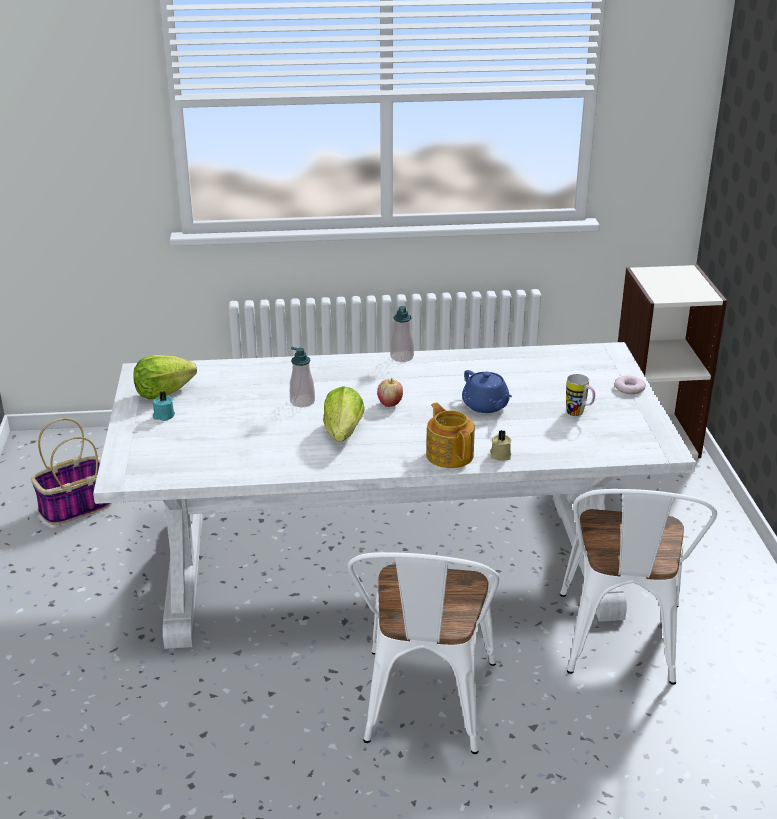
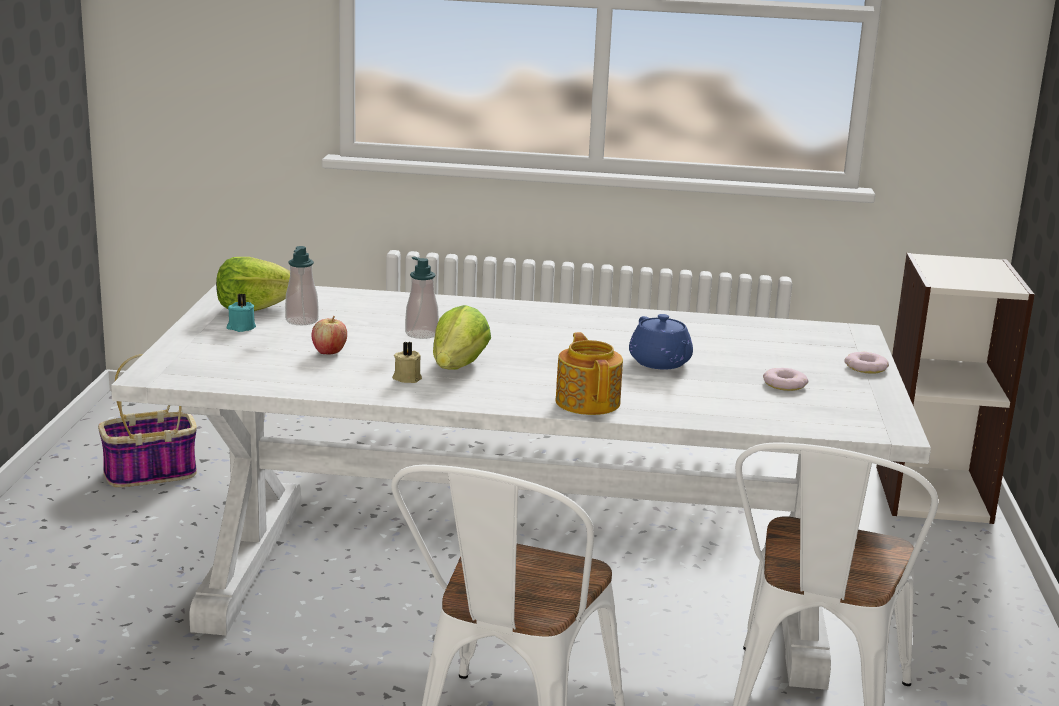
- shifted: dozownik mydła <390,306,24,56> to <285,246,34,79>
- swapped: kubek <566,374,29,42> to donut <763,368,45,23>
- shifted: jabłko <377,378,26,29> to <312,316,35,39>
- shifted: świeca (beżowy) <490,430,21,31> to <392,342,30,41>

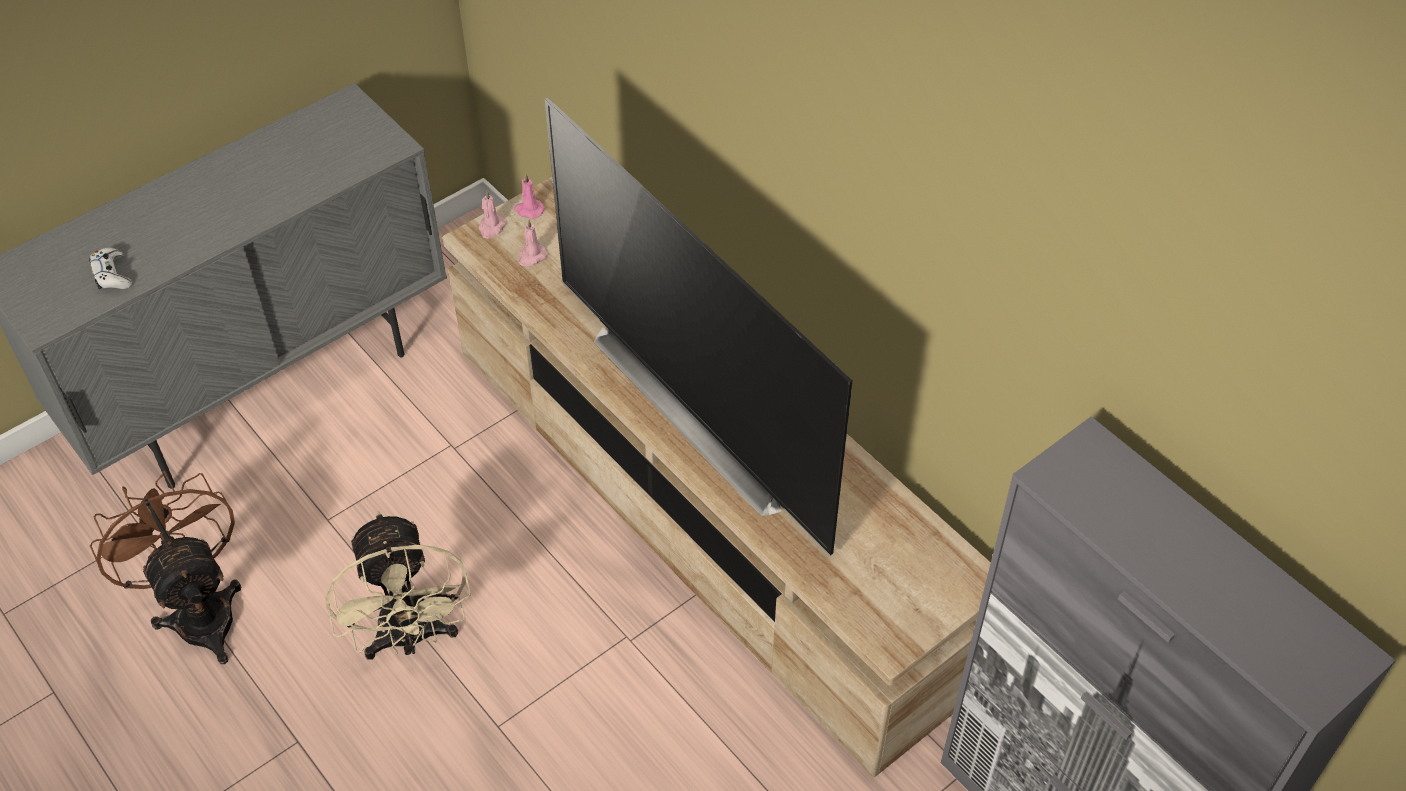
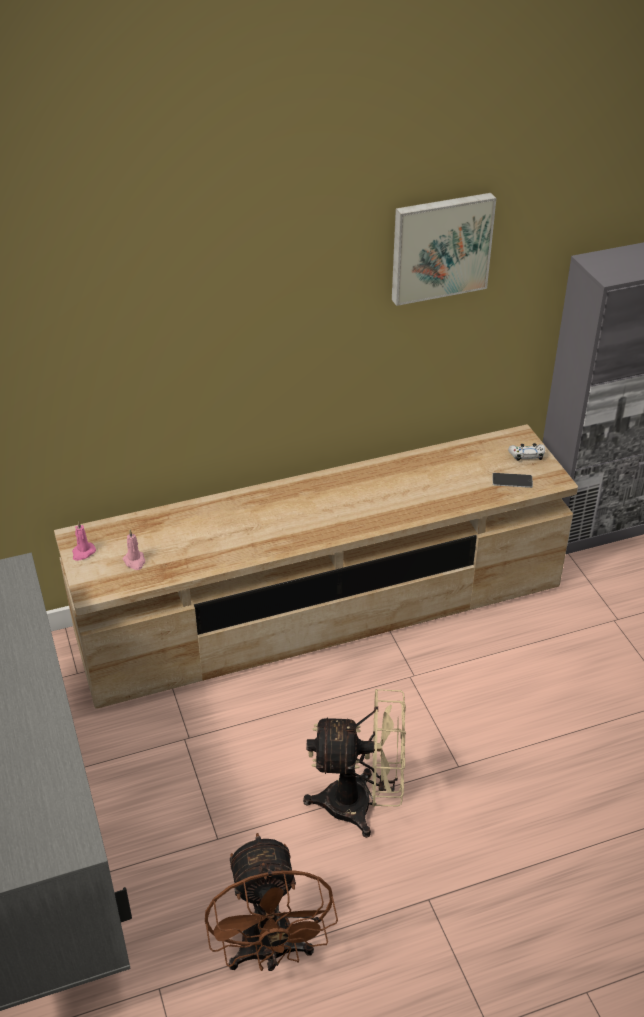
- gone: telewizor <545,97,308,459>
- gone: świeca (różowy) <479,191,27,47>
- shifted: pad do gier (biały) <89,248,43,42> to <508,443,37,18>
- rotated: wentylator (brązowy) <90,471,151,193> = <205,833,133,138> 90 degrees counterclockwise
- new: obraz <392,193,104,113>
- new: telefon <492,473,41,15>

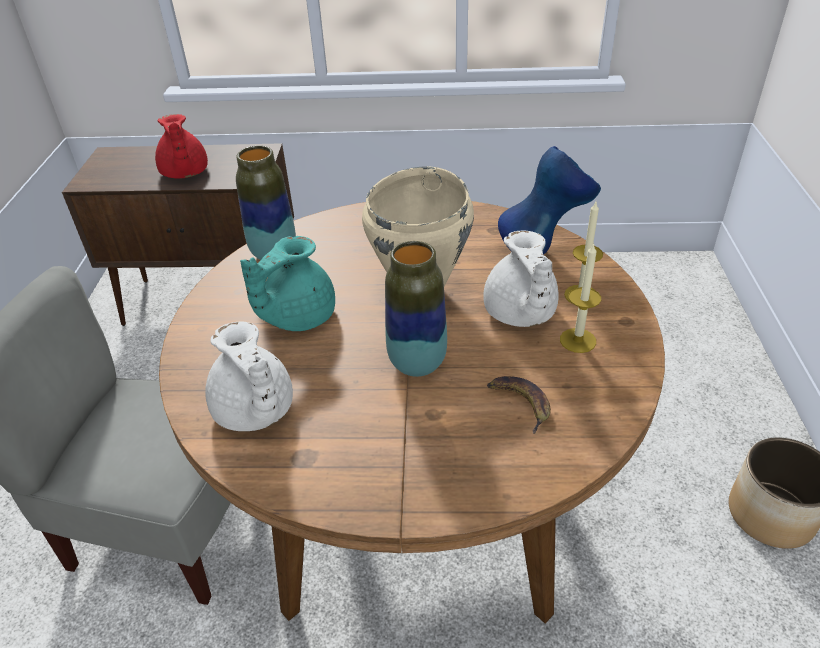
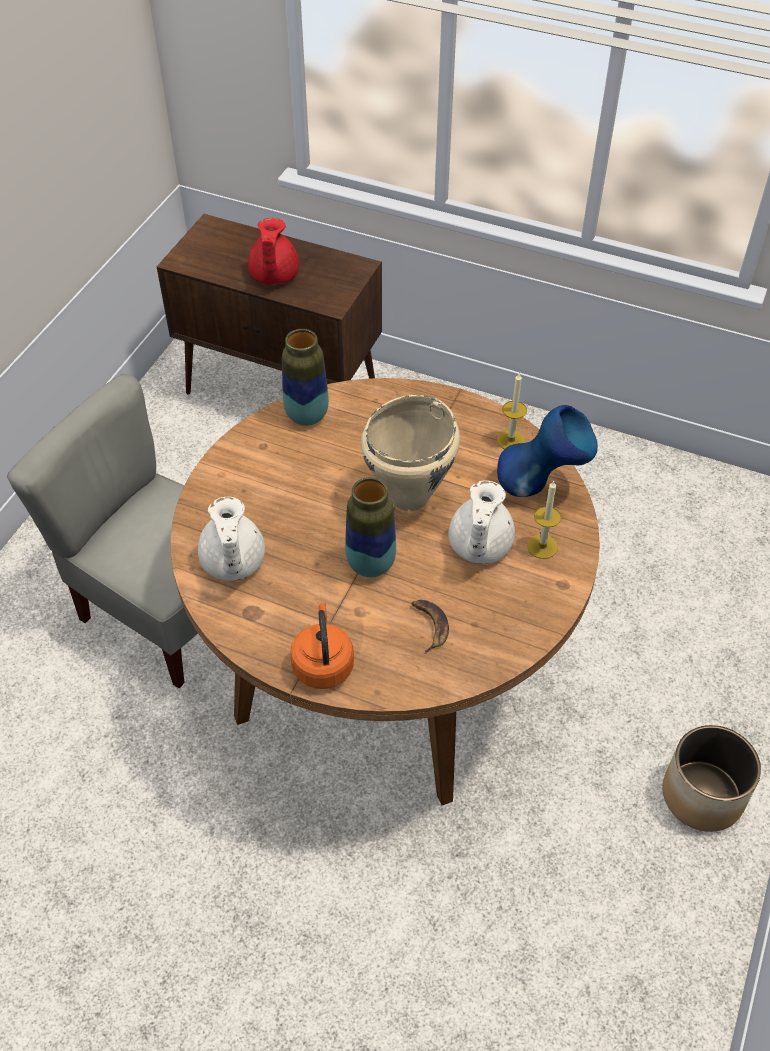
- gone: imbryk (turkusowy) <240,236,95,95>
- shifted: świeca <560,242,41,111> to <497,373,30,76>
- new: czajnik (pomarańczowy) <290,603,64,86>

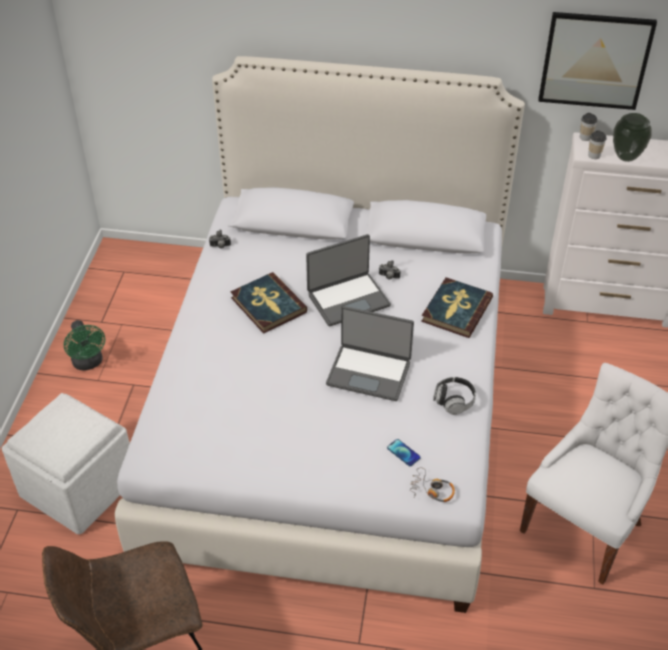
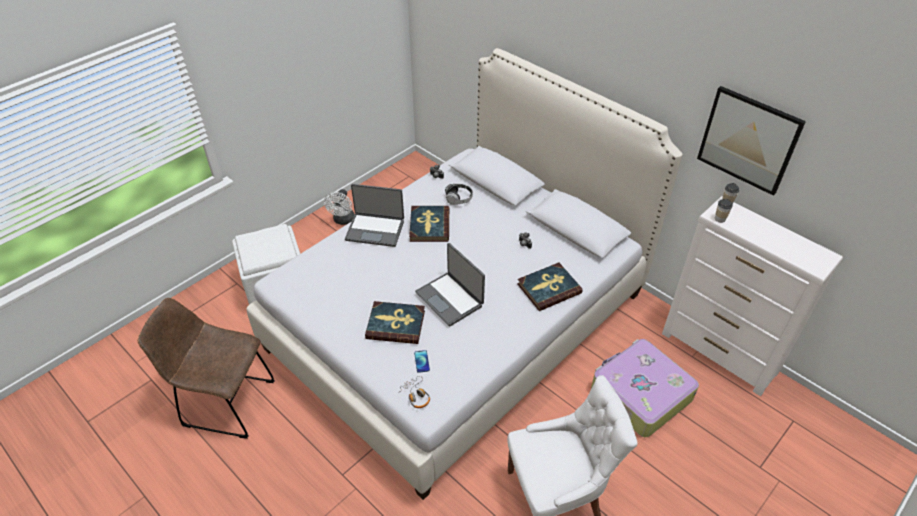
- gone: wazon <613,113,39,49>
- shifted: laptop <306,234,85,92> to <345,184,59,63>
- repainted: wentylator (zielony) <64,320,41,51> to wentylator (biały) <324,189,31,36>
- shifted: słuchawki <433,377,43,38> to <445,184,28,21>
- new: książka <365,301,60,43>
- new: walizka <591,339,108,98>

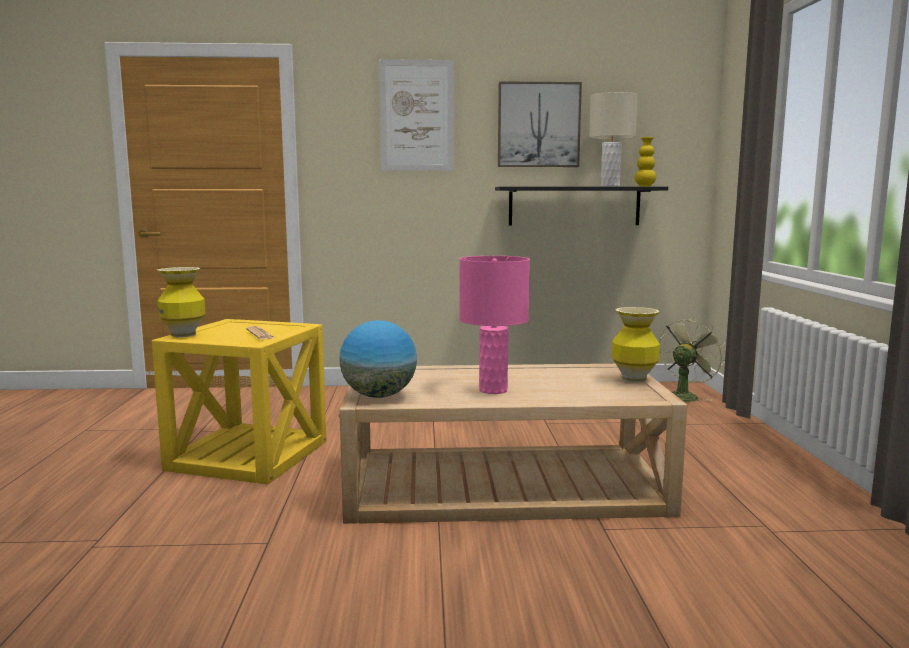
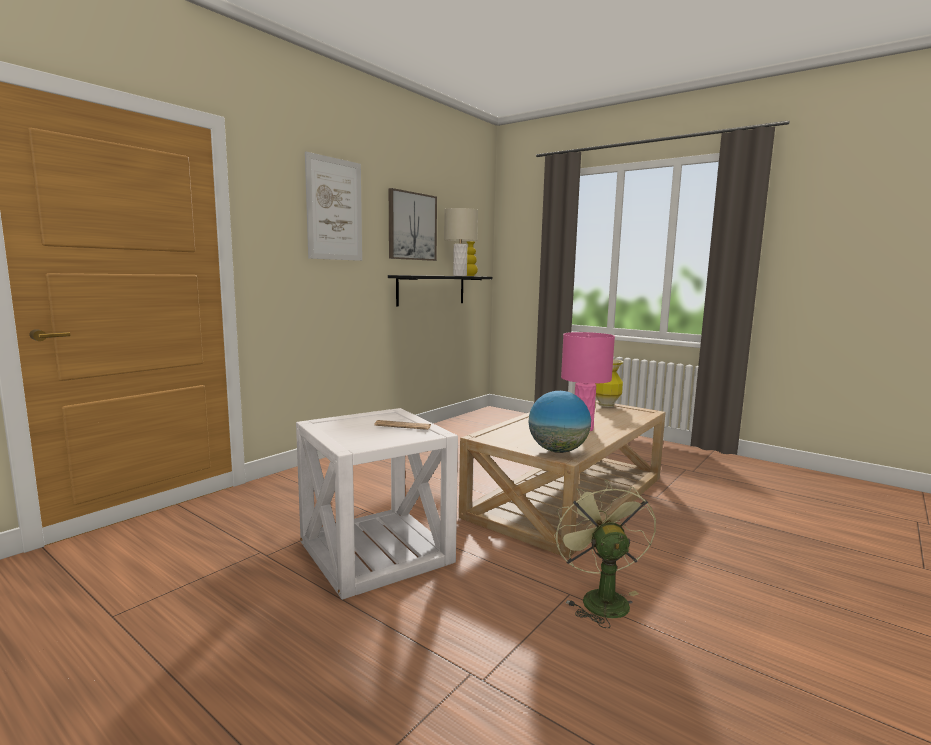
- gone: wazon <157,267,48,70>
- shifted: wentylator (zielony) <659,317,66,85> to <554,480,102,148>
- repainted: stolik (żółty) <152,319,174,165> to stolik (biały) <296,408,162,192>

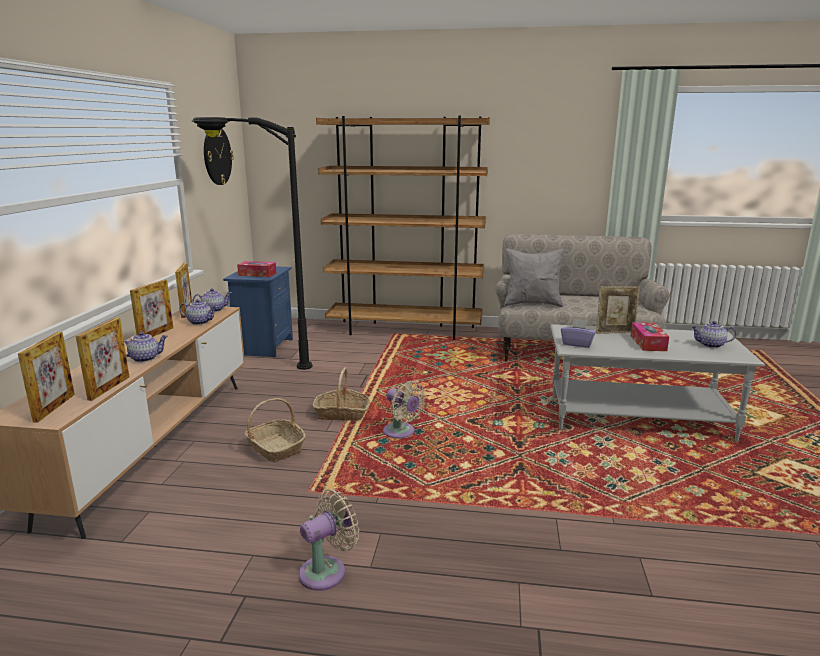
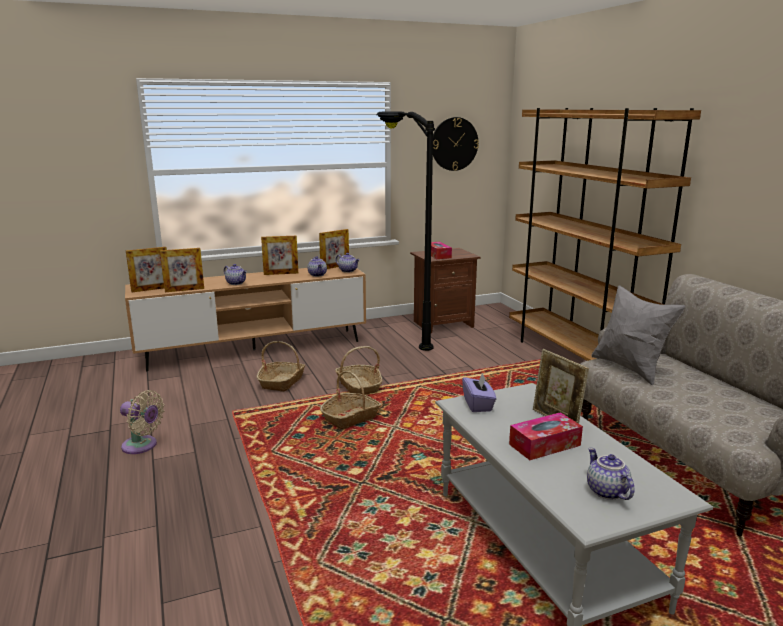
- repainted: szafka nocna (niebieski) <223,266,70,92> to szafka nocna (brązowy) <410,248,70,85>
- swapped: wentylator (beżowy) <383,381,43,58> to koszyk <320,371,61,58>

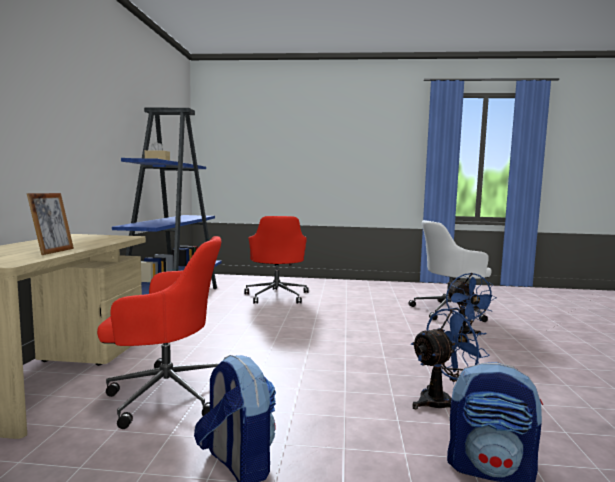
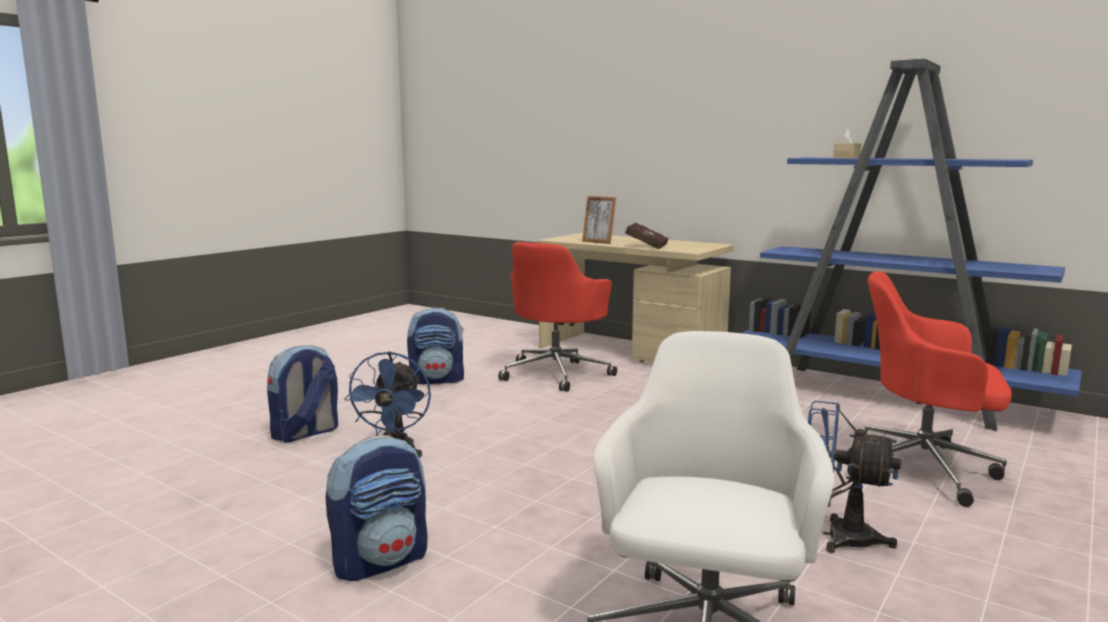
- shifted: wentylator (niebieski) <446,273,51,61> to <808,401,93,152>
- new: książka (czerwony) <625,223,44,26>
- new: plecak <326,435,102,146>

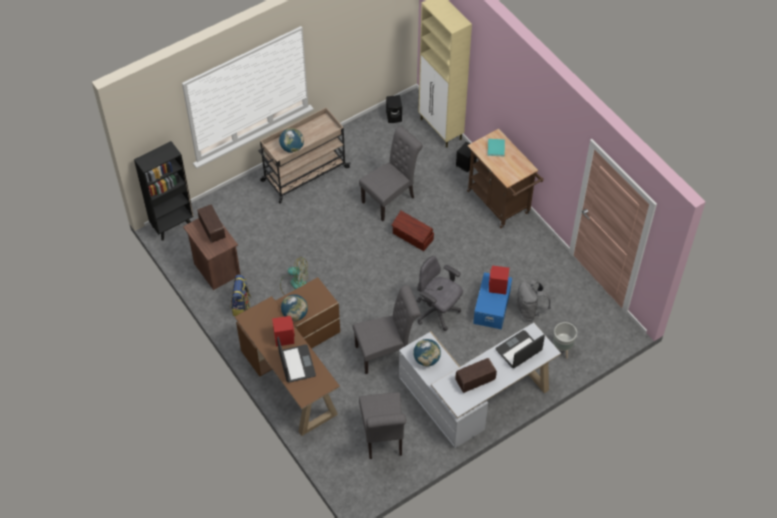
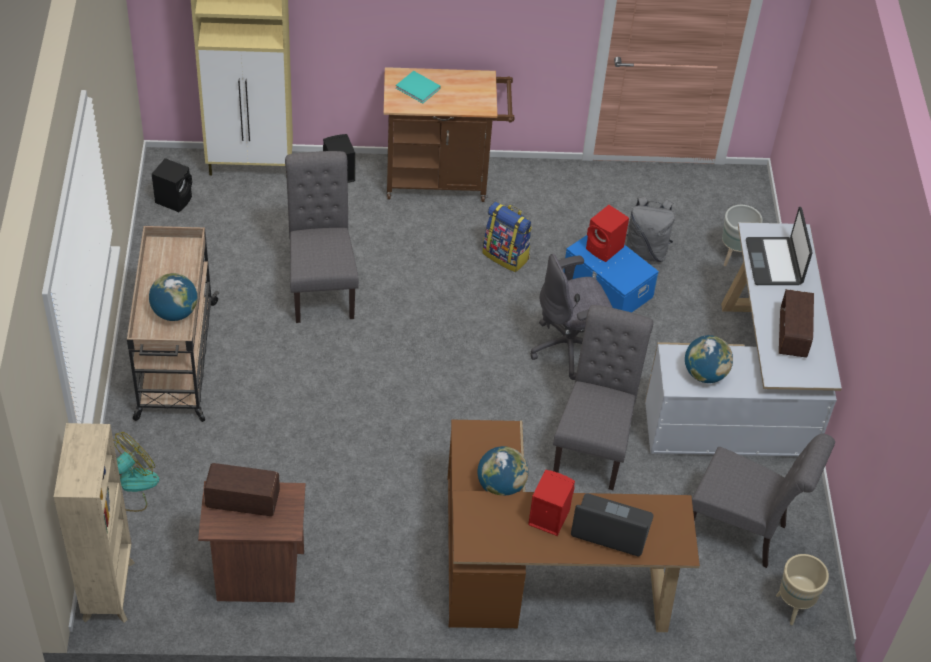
- repainted: regał (czarny) <134,141,60,99> to regał (beżowy) <54,423,81,200>
- gone: pojemnik do przechowywania (brązowy) <392,211,42,40>
- shifted: wentylator <280,257,28,38> to <114,432,46,80>
- shifted: plecak <231,275,21,41> to <483,202,49,70>
- new: donica (beżowy) <776,554,53,71>

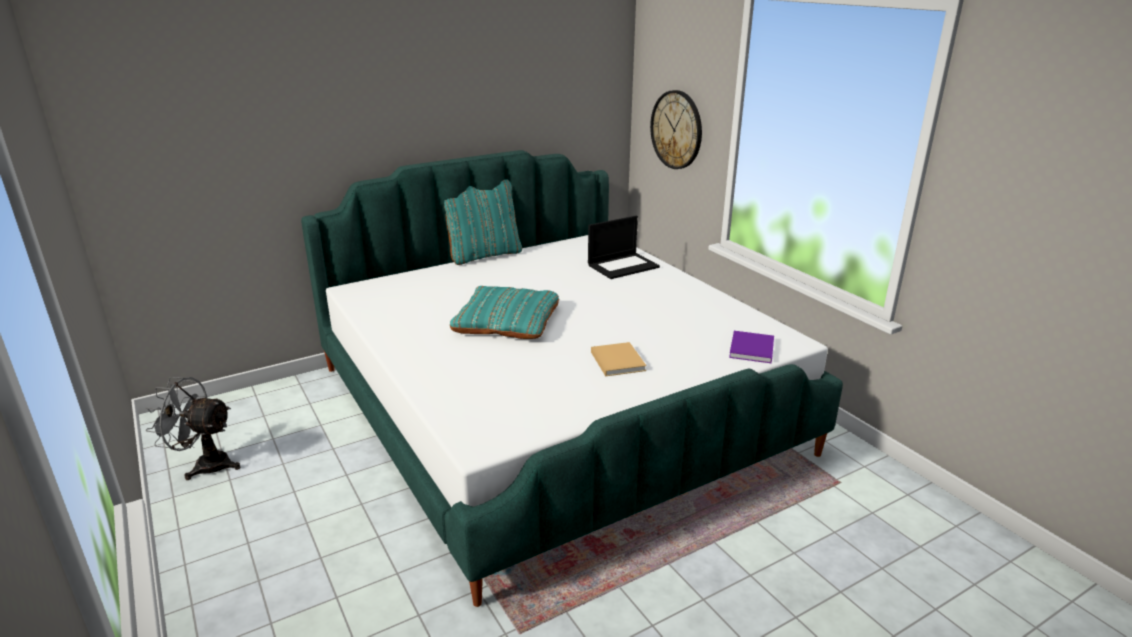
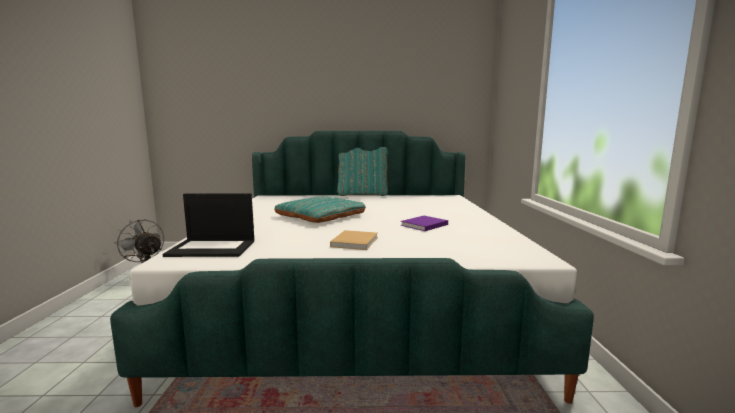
- gone: zegar ścienny <650,90,52,79>
- shifted: laptop <588,216,72,63> to <163,193,91,64>
- shifted: książka (fioletowy) <729,331,45,32> to <401,216,47,15>

